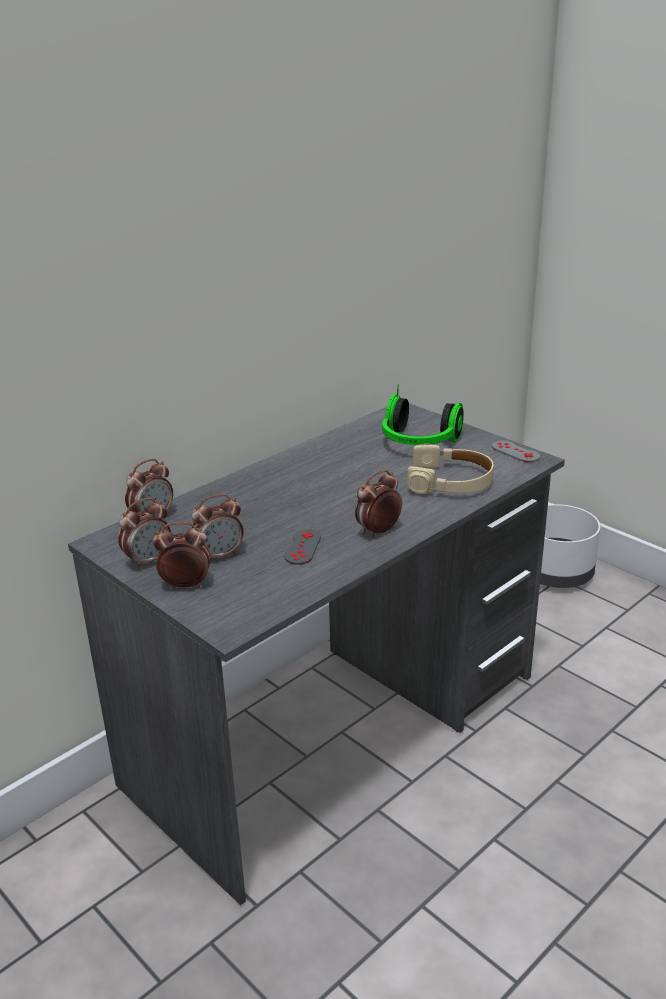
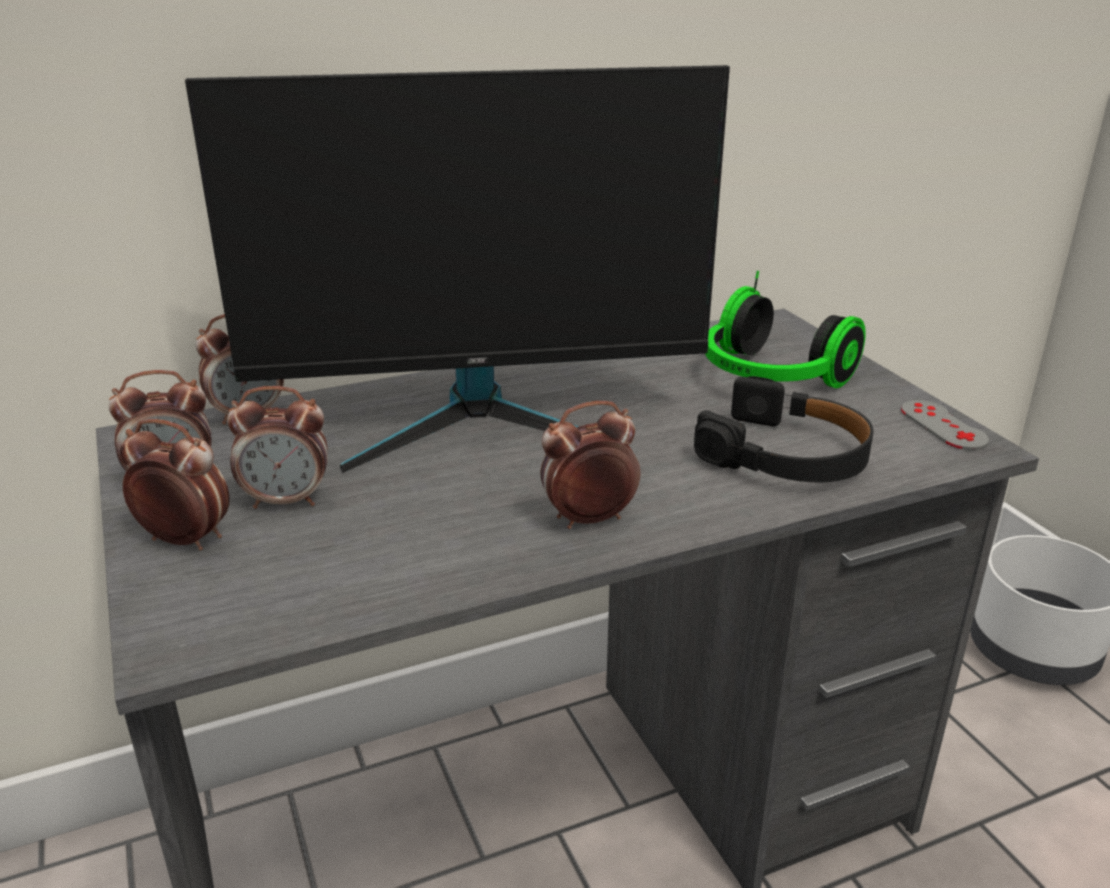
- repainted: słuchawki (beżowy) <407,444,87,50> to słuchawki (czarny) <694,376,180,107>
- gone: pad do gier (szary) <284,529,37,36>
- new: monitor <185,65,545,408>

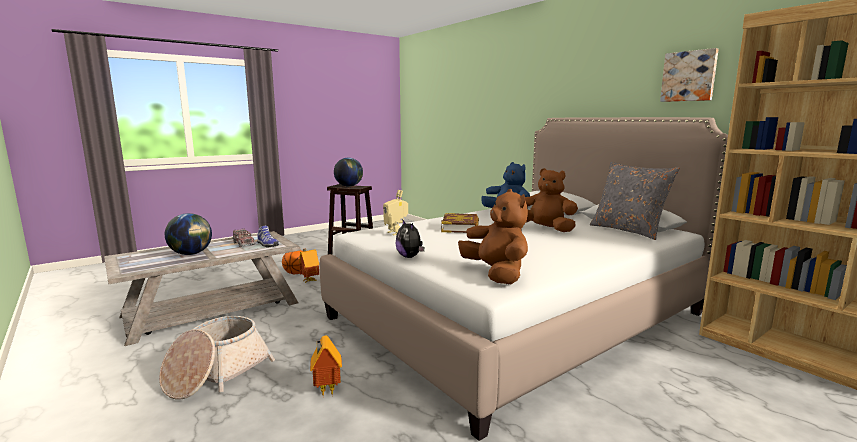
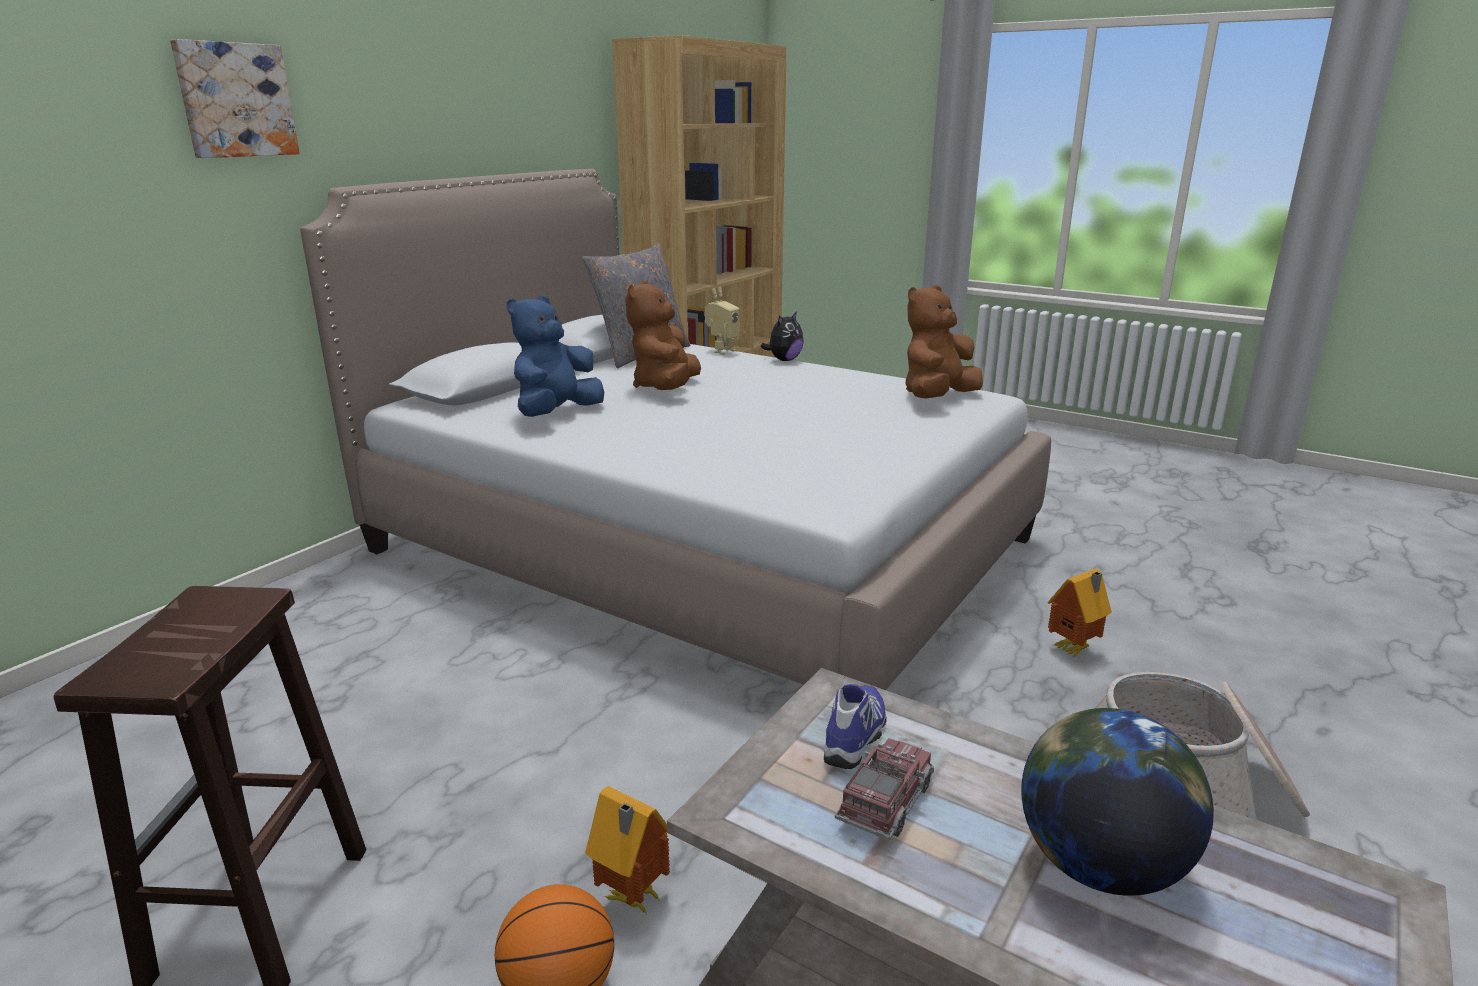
- shifted: obraz <660,48,59,54> to <170,39,130,119>
- gone: globus <334,158,29,29>
- shifted: robot zabawkowy <383,190,25,45> to <705,286,35,69>
- gone: książka <441,213,38,20>
- shifted: pluszak <395,219,29,39> to <761,311,43,50>

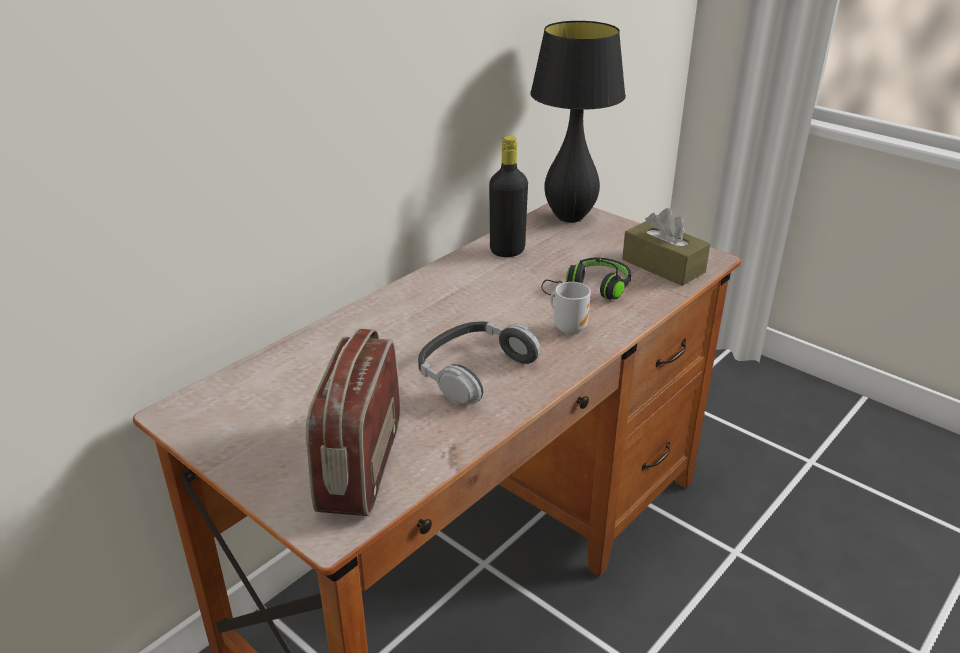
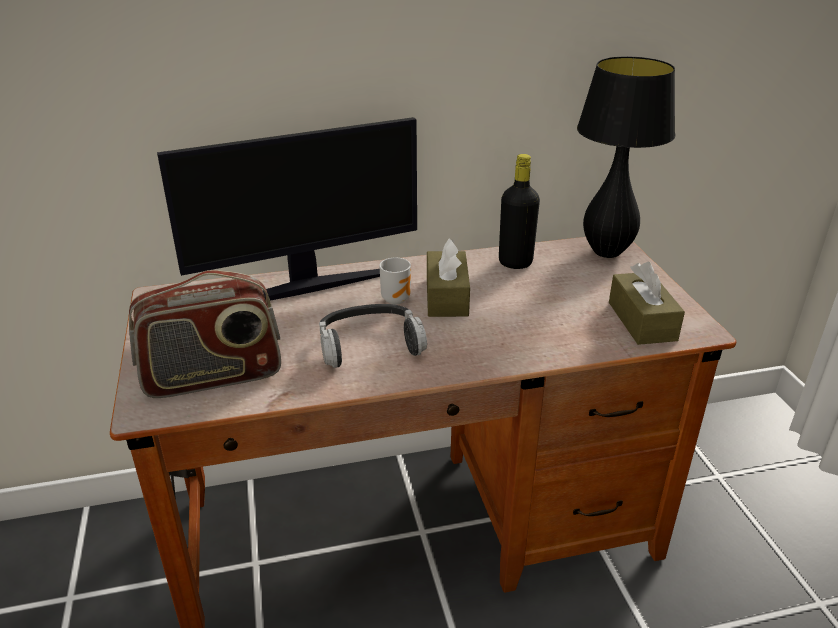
- gone: słuchawki (czarny) <541,258,91,42>
- shifted: kubek <550,282,41,53> to <379,258,32,47>
- rotated: radio <305,329,95,187> = <129,270,152,128> 150 degrees counterclockwise
- new: monitor <157,117,260,184>
- new: pudełko chusteczek (brązowy) <427,239,43,78>

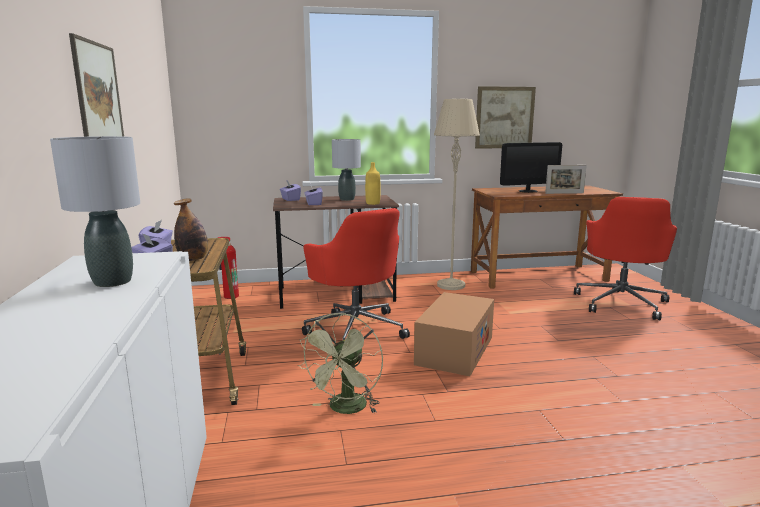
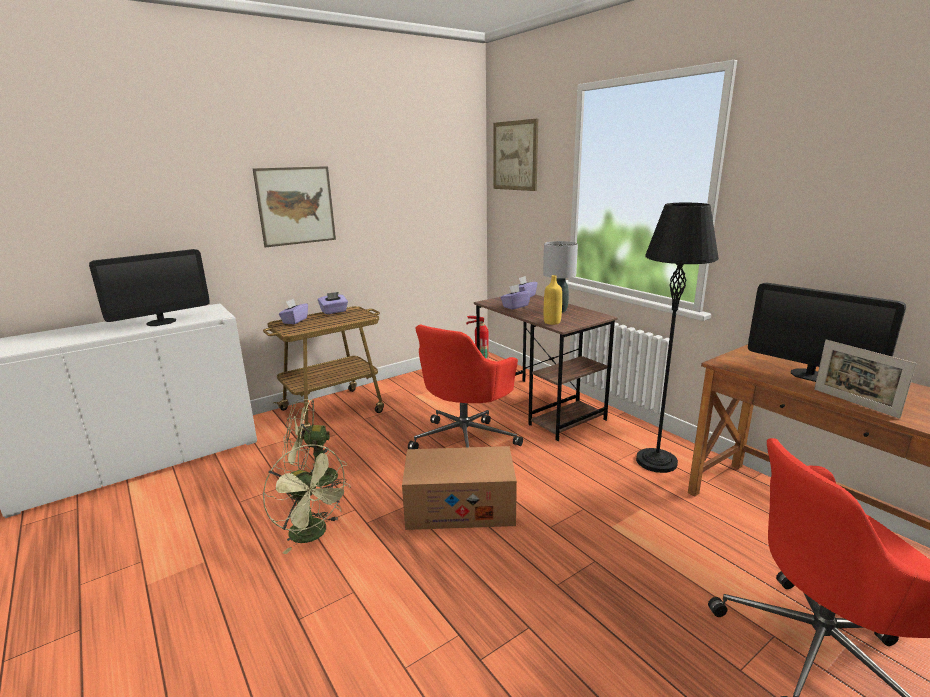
- shifted: obraz <475,86,61,63> to <493,119,45,72>
- repainted: lampa stojąca (beżowy) <434,99,46,191> to lampa stojąca (czarny) <636,203,83,270>
- swapped: lampa stołowa (szary) <50,136,90,151> to monitor <89,249,121,77>
- gone: butelka <174,198,34,63>
- new: wentylator (zielony) <263,444,88,110>

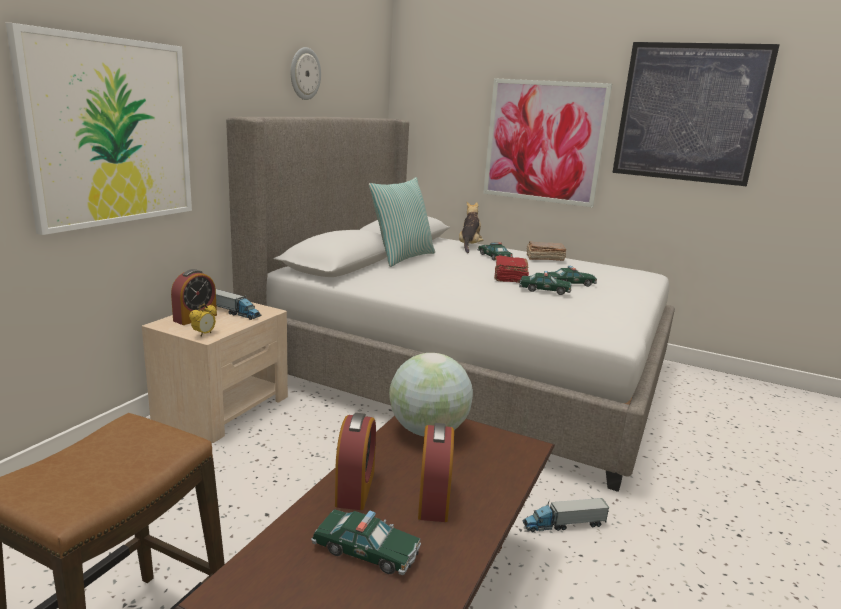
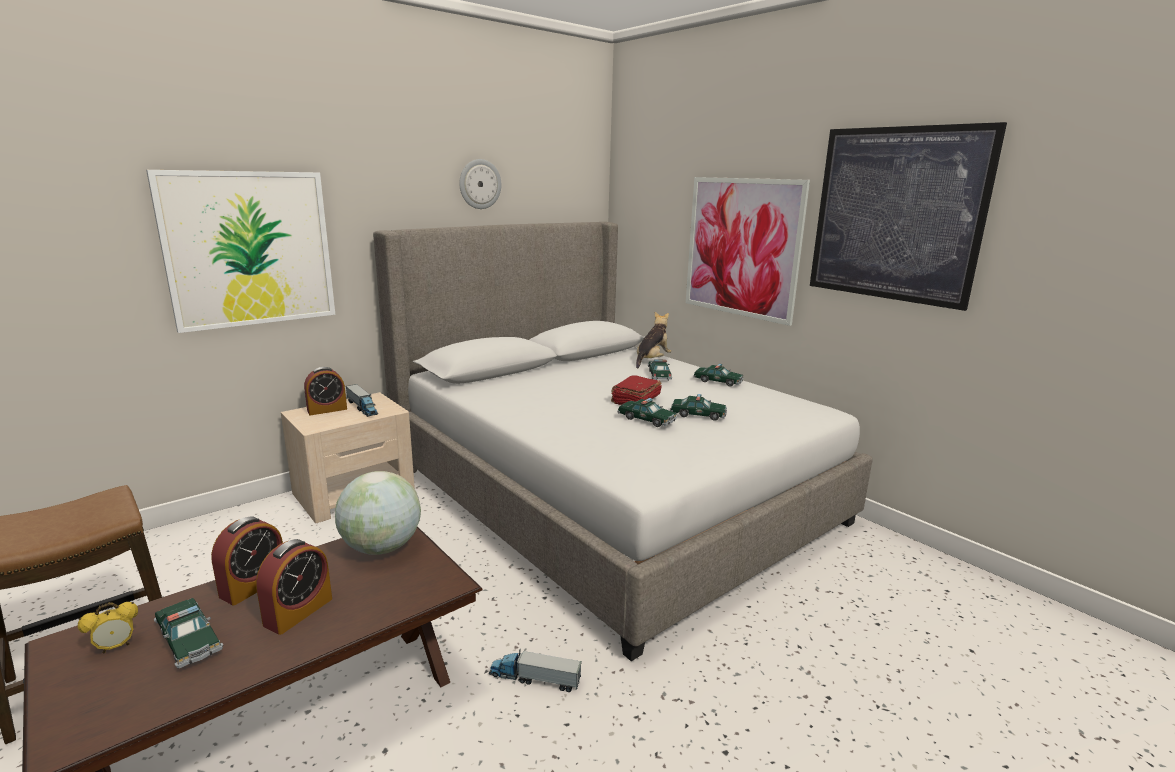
- gone: poduszka <369,177,66,90>
- swapped: książka (brązowy) <527,241,39,20> to samochodzik <693,364,50,23>
- shifted: budzik <189,304,28,33> to <78,602,60,52>

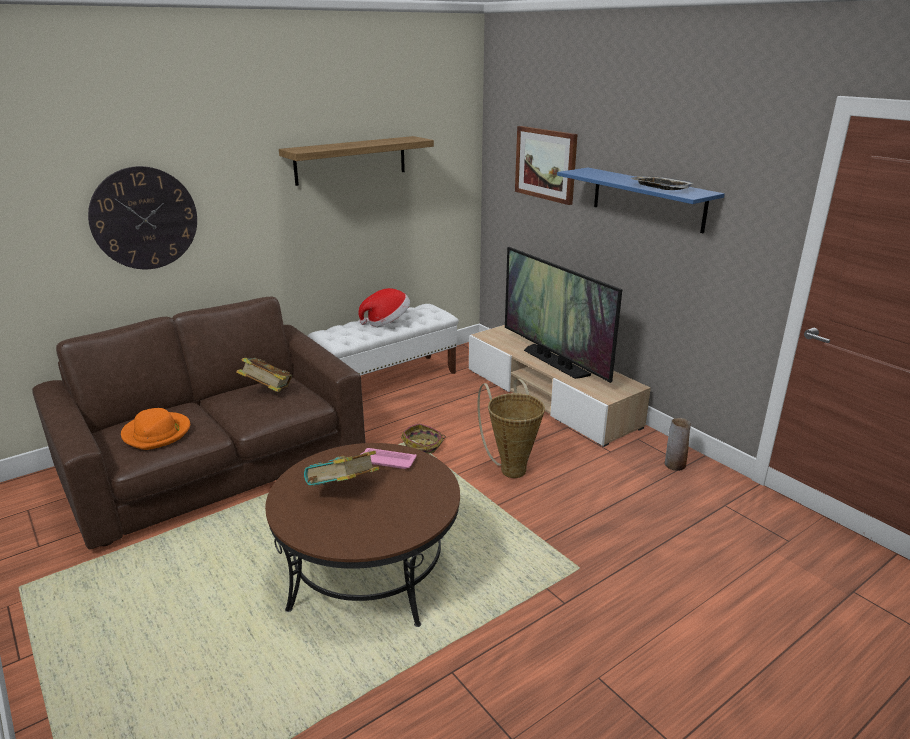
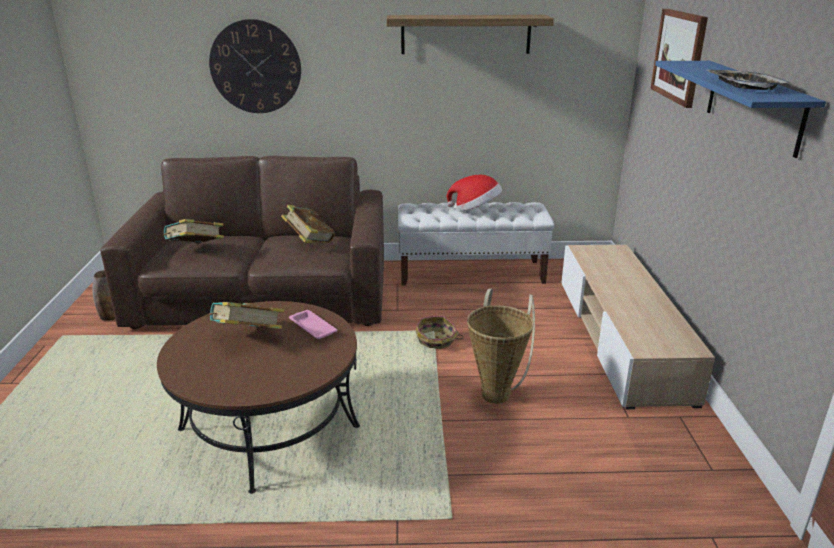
- gone: telewizor <505,247,117,136>
- swapped: kapelusz (pomarańczowy) <121,408,69,42> to książka <163,219,61,24>
- shifted: wazon <665,418,26,53> to <93,270,22,51>

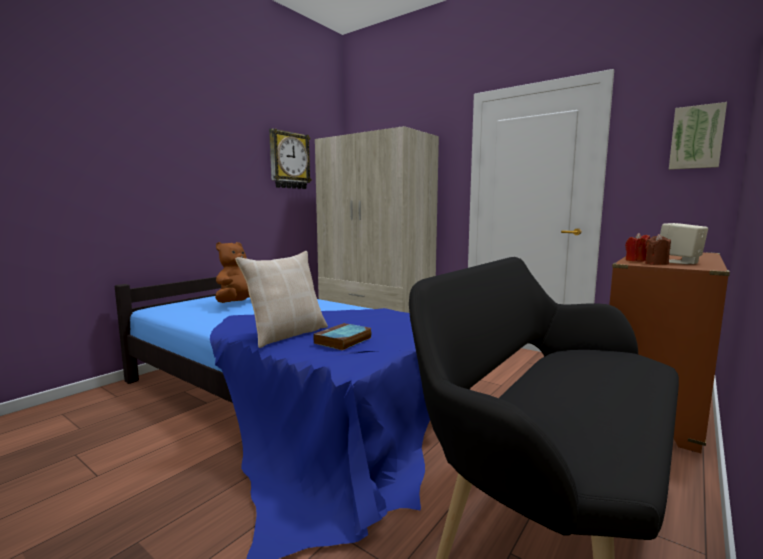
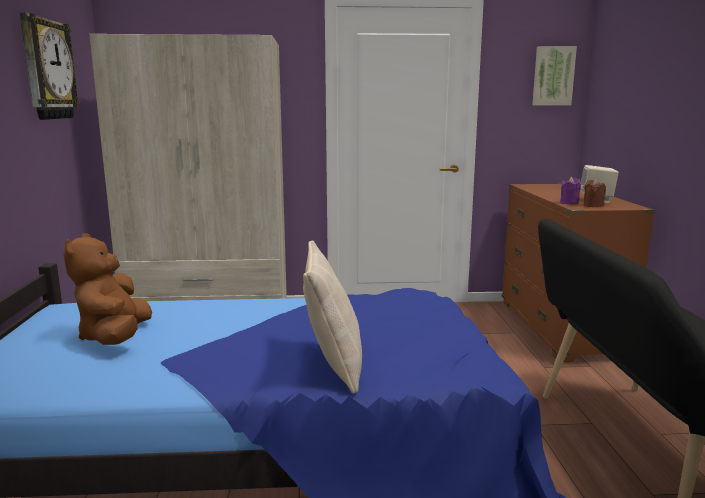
- repainted: świeca (czerwony) <625,233,25,28> to świeca (fioletowy) <560,177,21,28>
- gone: książka <313,323,59,27>

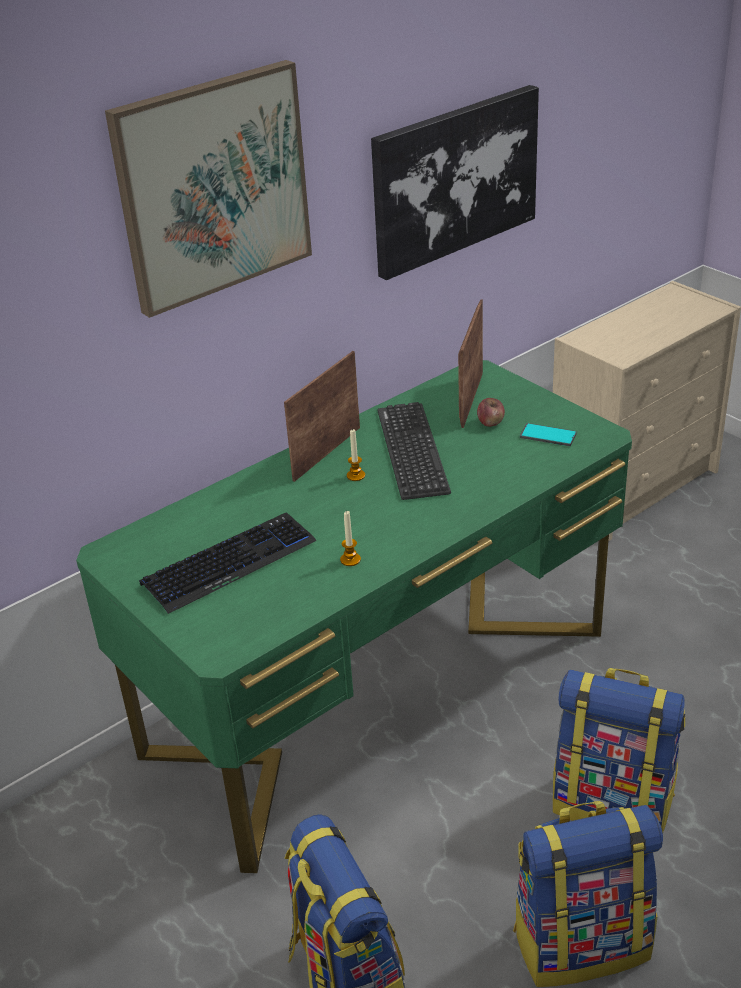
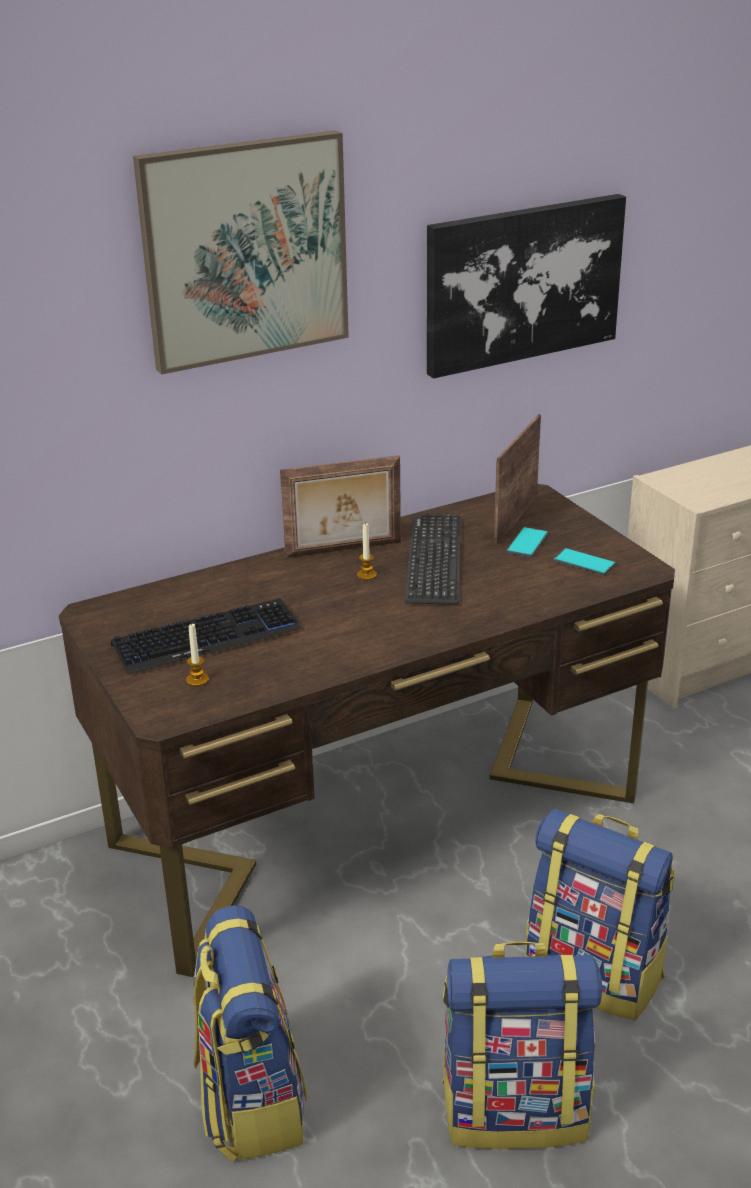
- rotated: ramka na zdjęcie <284,351,76,131> = <280,455,121,103> 150 degrees counterclockwise
- repainted: biurko (zielony) <76,360,556,513> to biurko (brązowy) <59,484,616,493>
- swapped: jabłko <477,398,28,29> to telefon <506,527,42,31>
- shifted: świeca <340,511,21,55> to <186,623,23,63>

